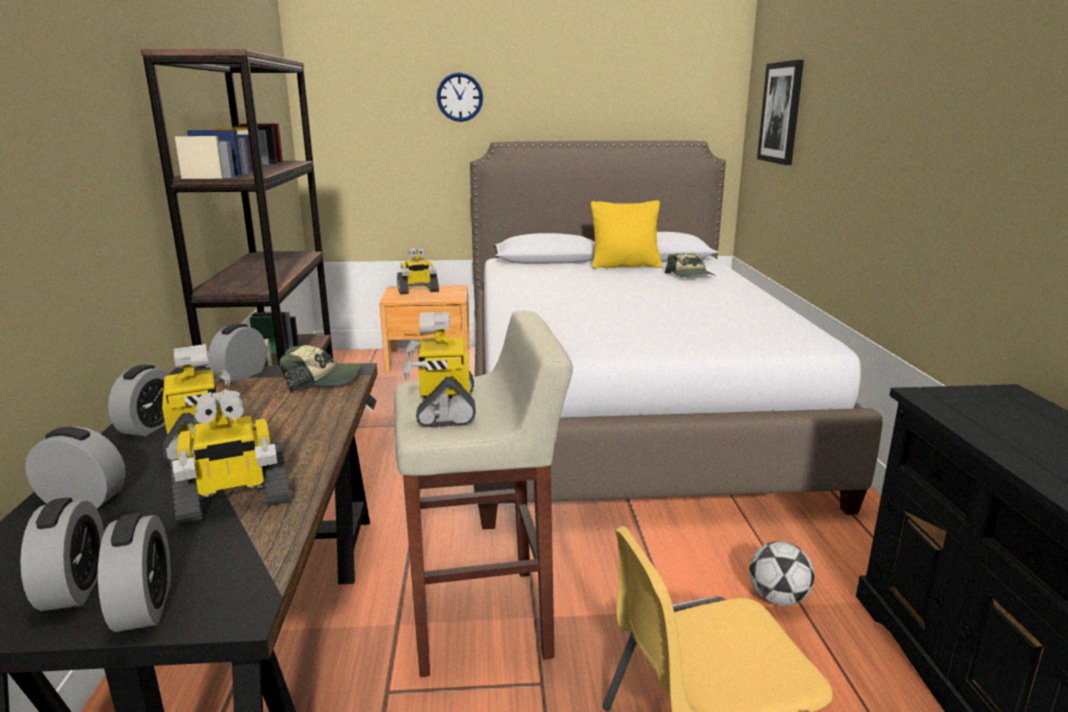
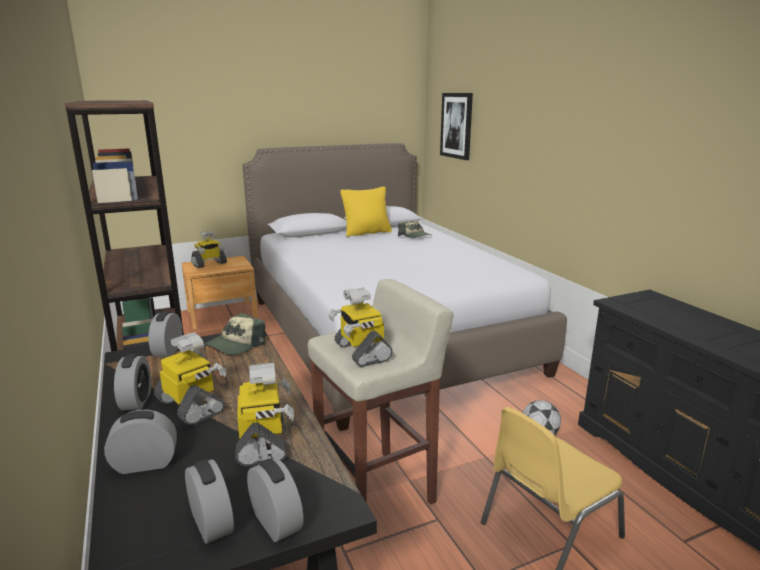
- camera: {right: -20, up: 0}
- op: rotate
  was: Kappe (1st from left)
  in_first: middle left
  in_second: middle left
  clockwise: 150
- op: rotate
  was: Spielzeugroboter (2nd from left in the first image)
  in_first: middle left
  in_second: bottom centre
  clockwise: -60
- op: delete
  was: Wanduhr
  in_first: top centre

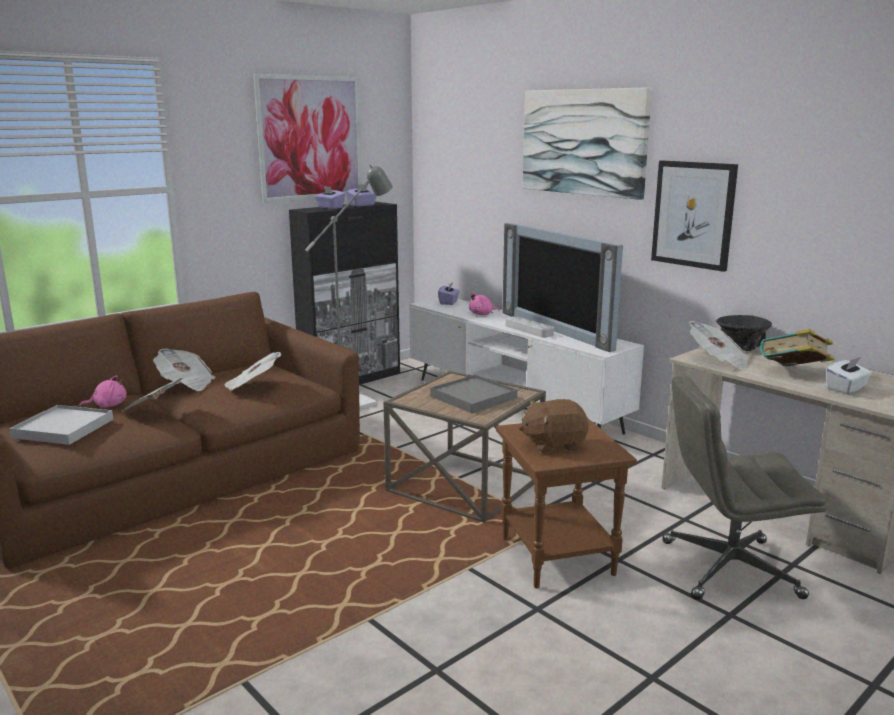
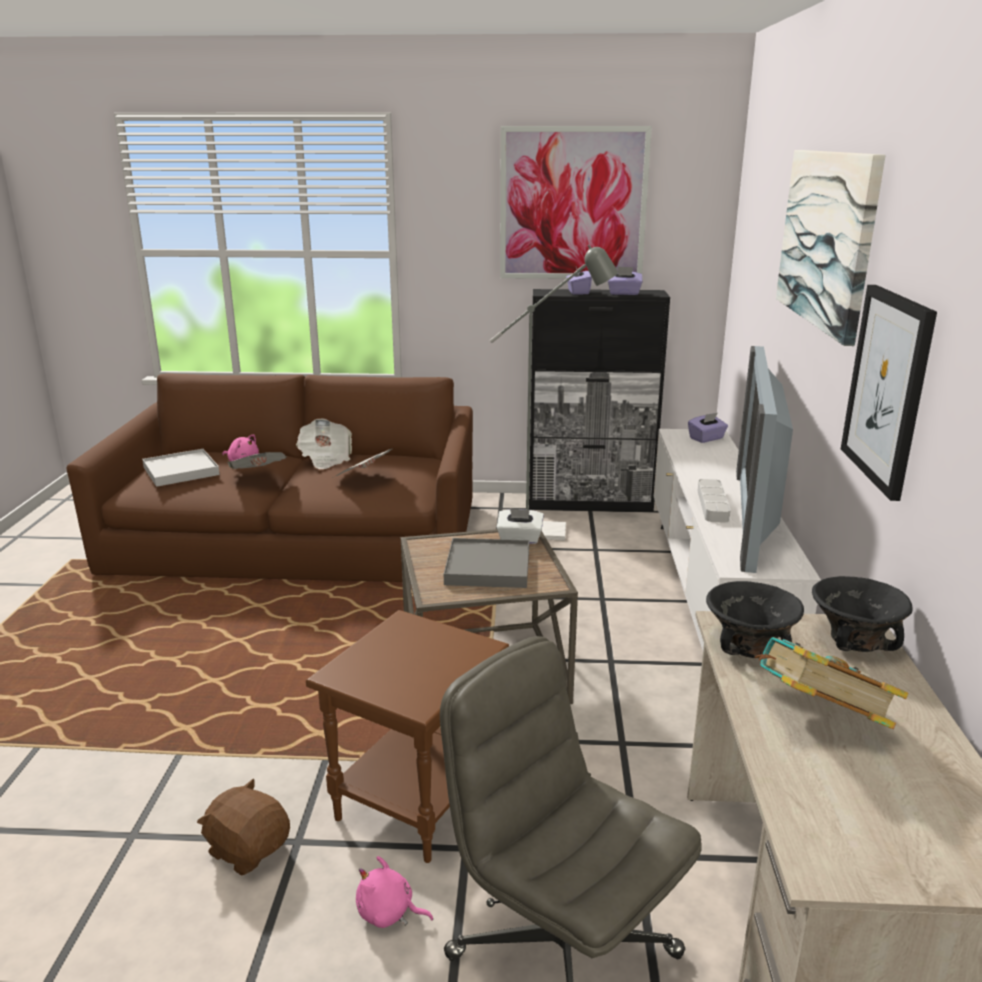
- camera: {right: 45, up: 5}
- op: move
  was: Plüschtier (braun)
  in_first: centre
  in_second: bottom left
- op: move
  was: Plüschtier (rosa) (2nd from left)
  in_first: centre
  in_second: bottom centre
- op: move
  was: Taschentuchbox (weiß)
  in_first: middle right
  in_second: centre
- op: replace
  was: Zeitung (4th from left)
  now: Schüssel (schwarz) (1st from left)
  in_first: middle right
  in_second: middle right

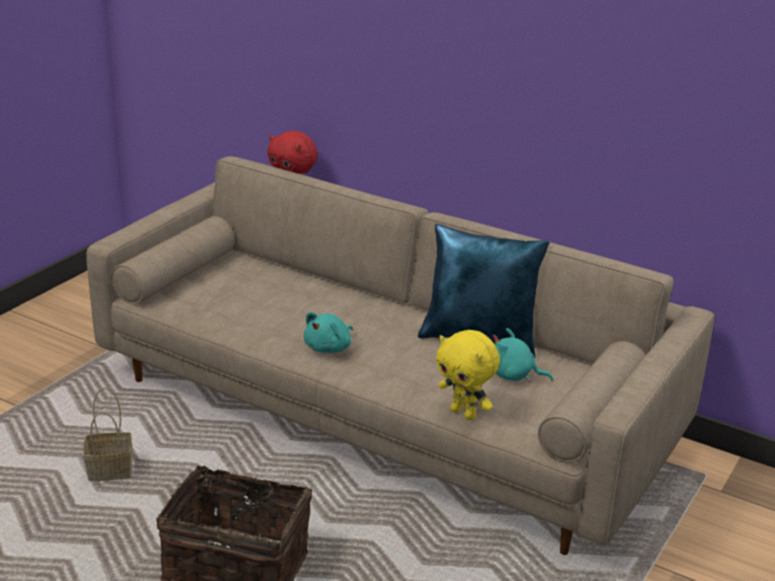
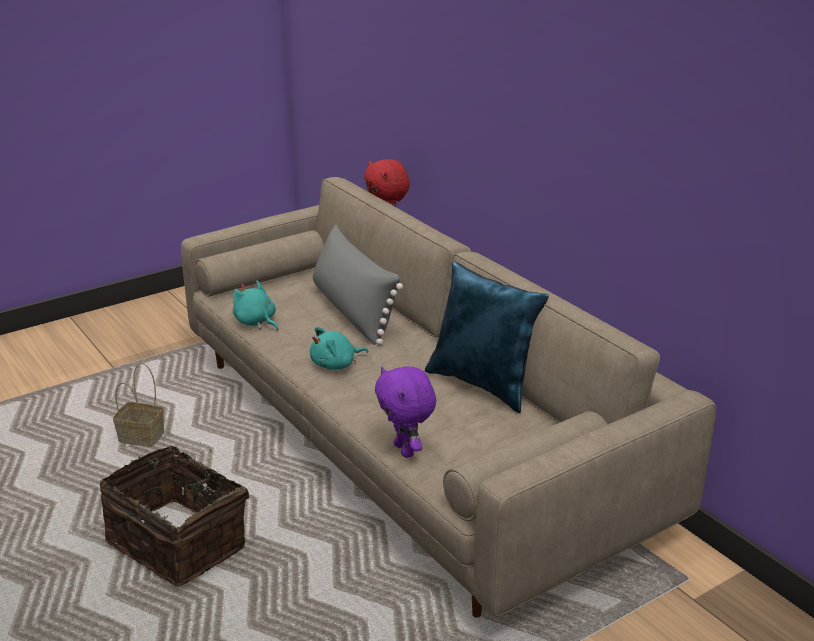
- camera: {right: 25, up: 0}
- op: move
  was: Plüschtier (türkis) (2nd from left in the first image)
  now: Plüschtier (türkis) (1st from left)
  in_first: middle right
  in_second: middle left
- op: insert
  now: Kissen (grau)
  in_second: centre
- op: recolor
  was: Plüschtier (gelb)
  now: Plüschtier (lila)
  in_first: centre
  in_second: centre

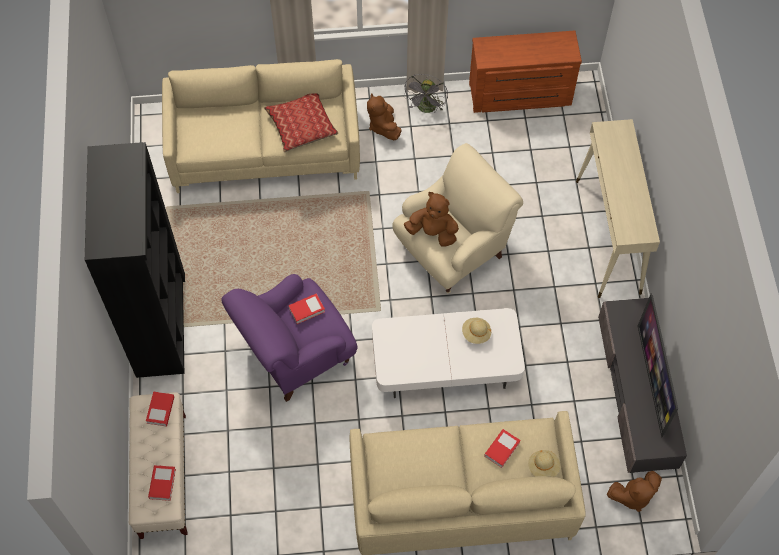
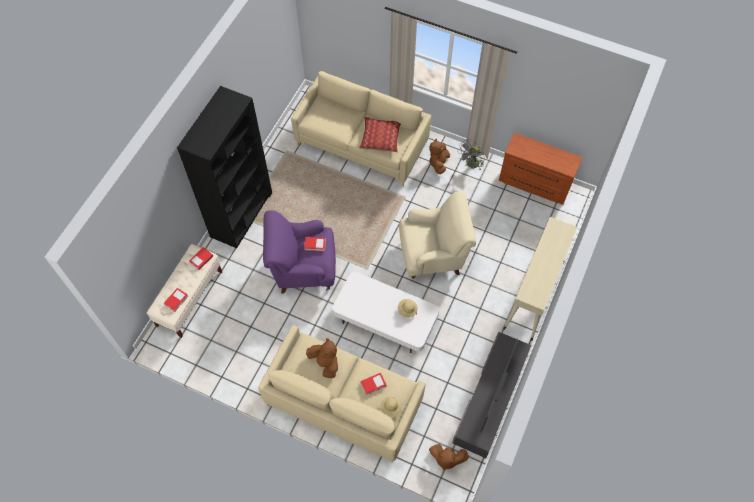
- camera: {right: 30, up: 0}
- op: move
  was: Plüschtier (braun) (2nd from left in the first image)
  now: Plüschtier (braun) (1st from left)
  in_first: centre
  in_second: bottom centre

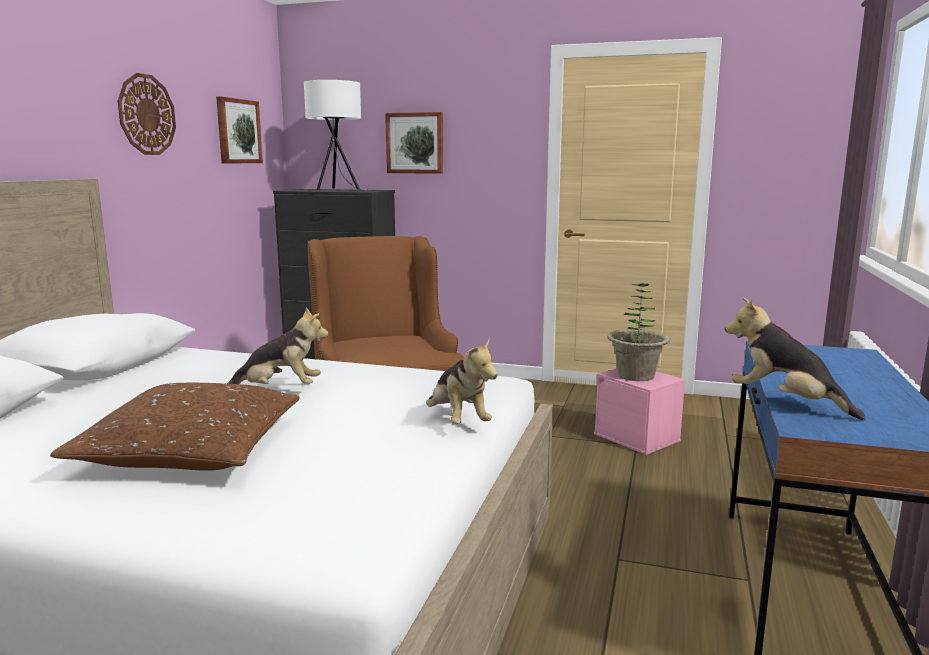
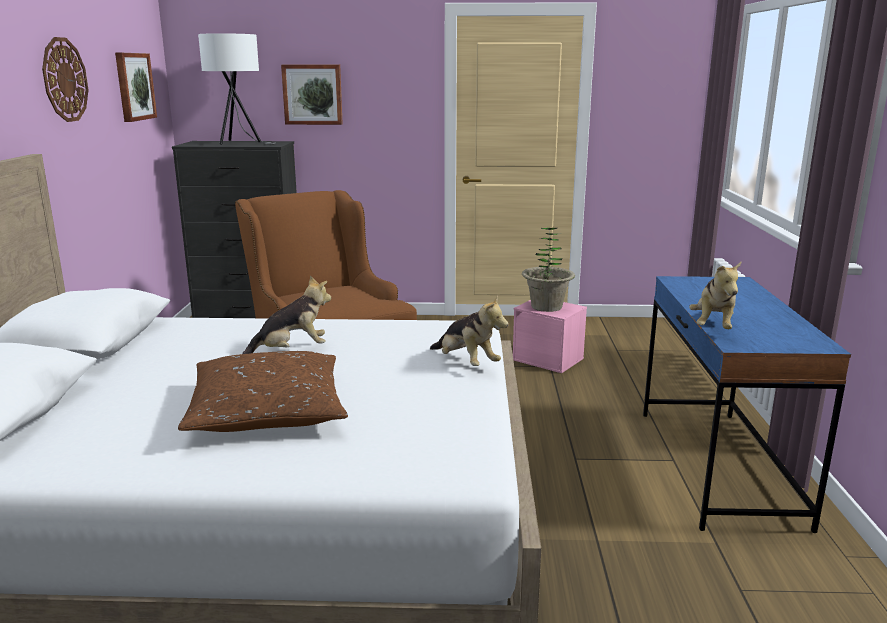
- camera: {right: -15, up: 5}
- op: rotate
  was: Plüschtier (3rd from left)
  in_first: middle right
  in_second: middle right
  clockwise: -105

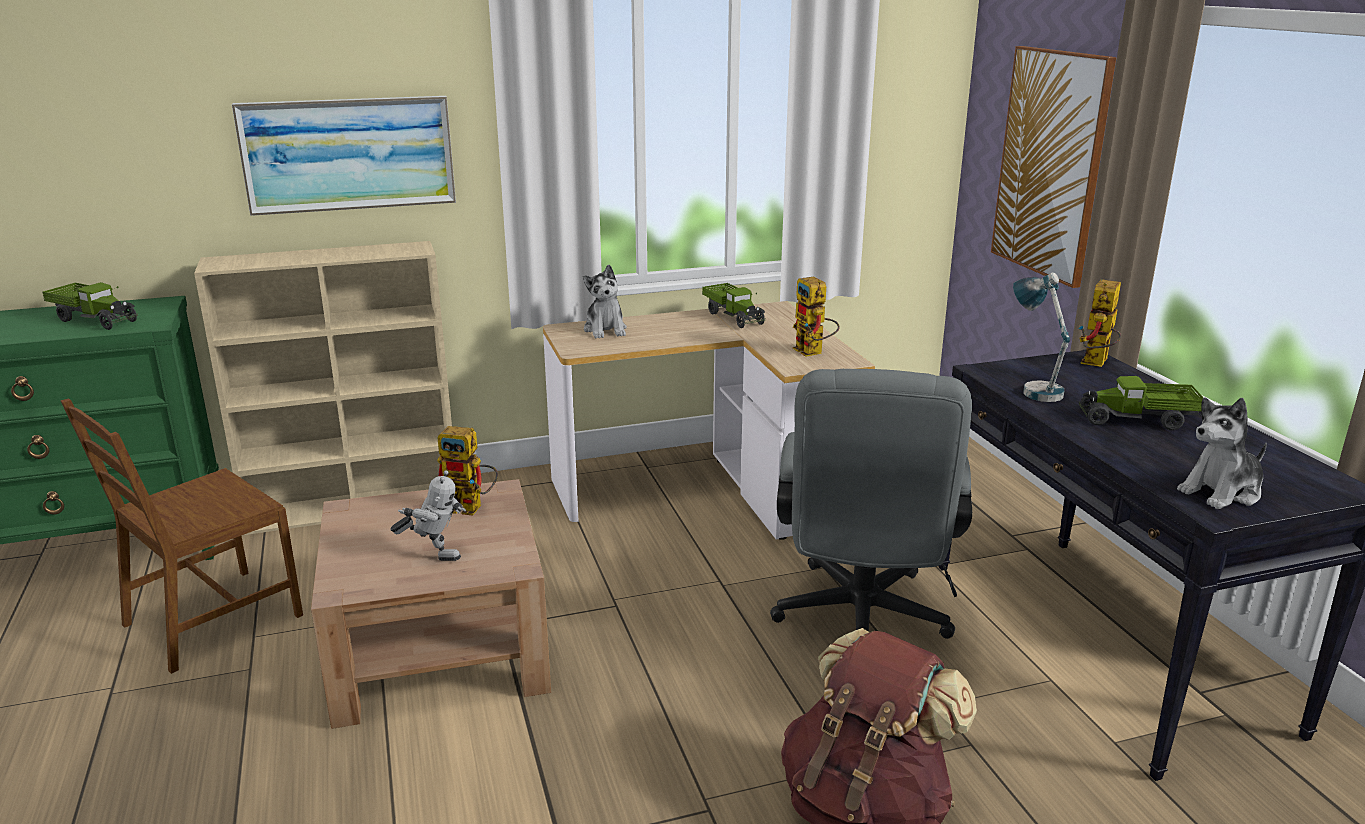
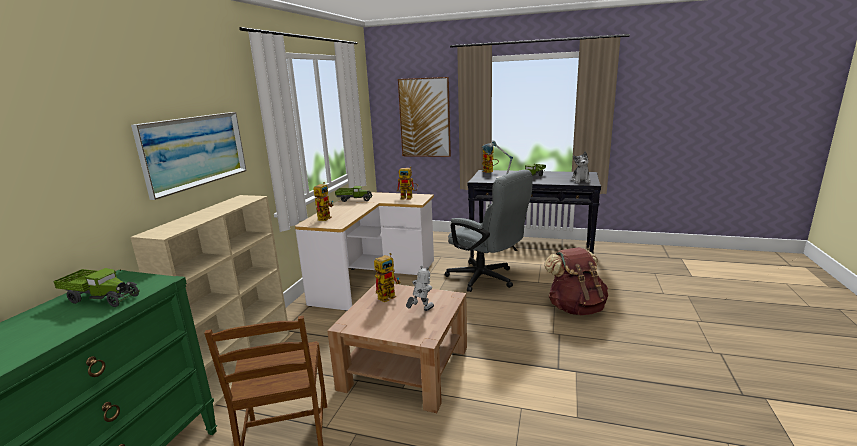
- camera: {right: -55, up: -5}
- op: rotate
  was: Spielzeuglaster (1st from left)
  in_first: middle left
  in_second: middle left
  clockwise: 45
- op: replace
  was: Plüschtier (1st from left)
  now: Spielzeugroboter (1st from left)
  in_first: centre
  in_second: centre

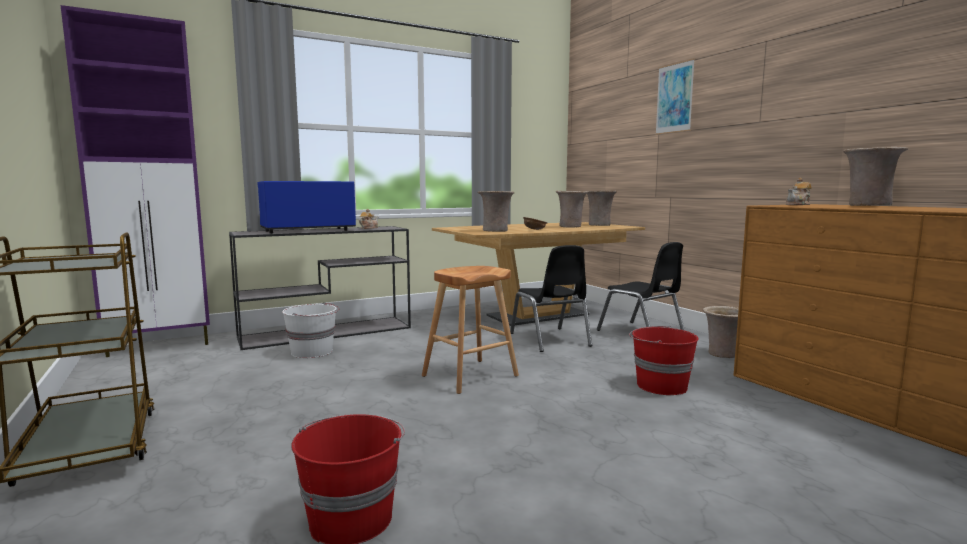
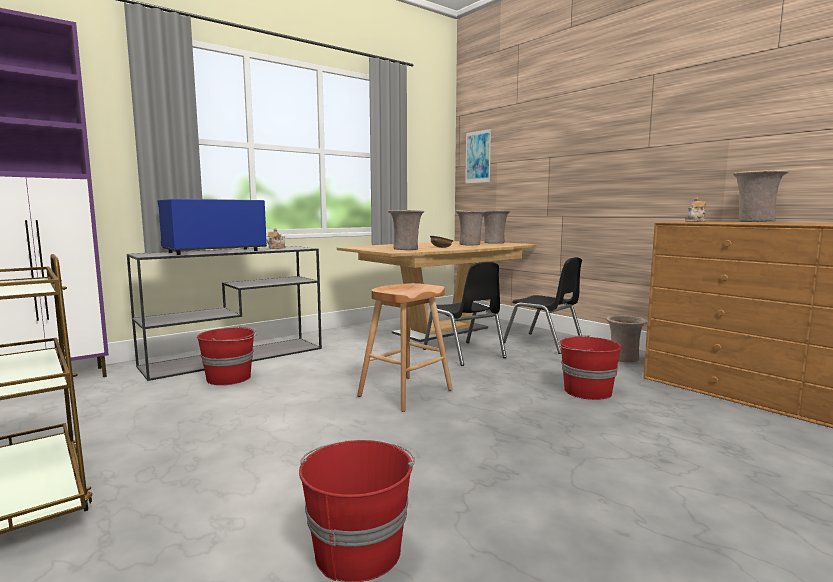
- camera: {right: -10, up: 0}
- op: recolor
  was: Eimer (weiß)
  now: Eimer (rot) (1st from left)
  in_first: middle left
  in_second: middle left
- op: move
  was: Bild
  in_first: top right
  in_second: top centre

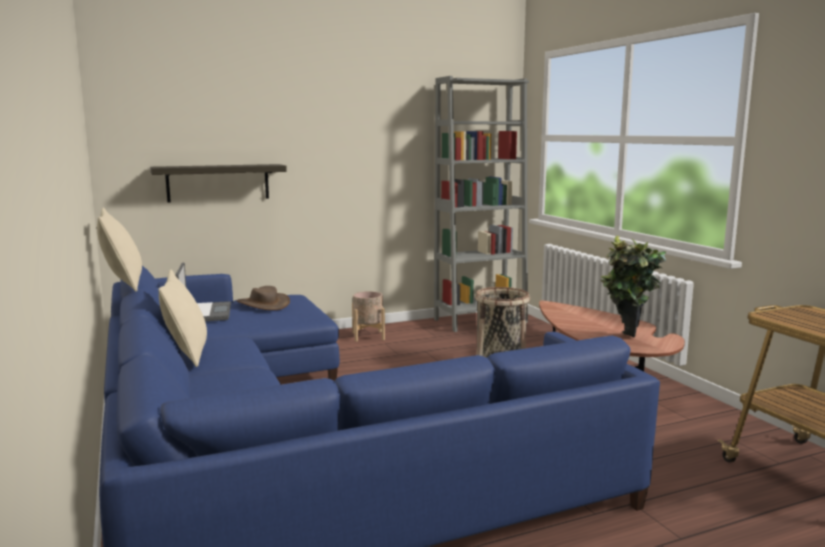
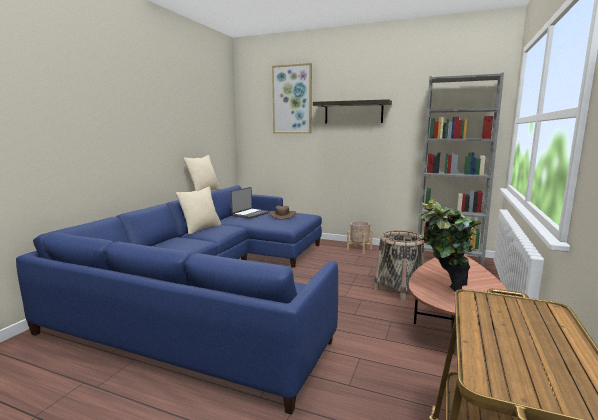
- camera: {right: 45, up: 0}
- op: insert
  now: Bild
  in_second: top centre
- op: move
  was: Wandregal
  in_first: middle left
  in_second: top centre

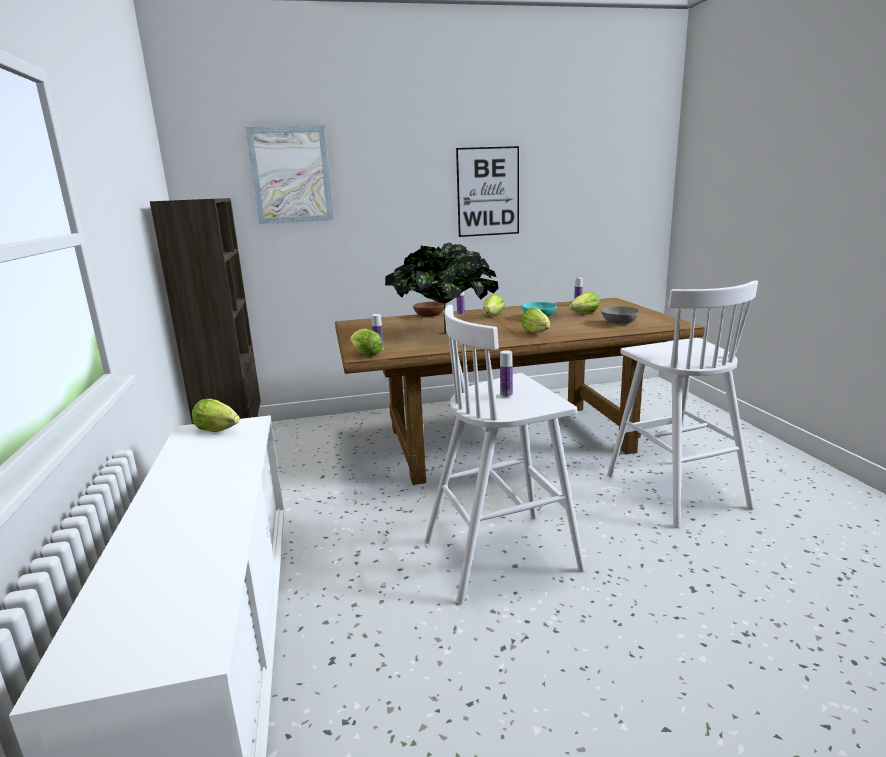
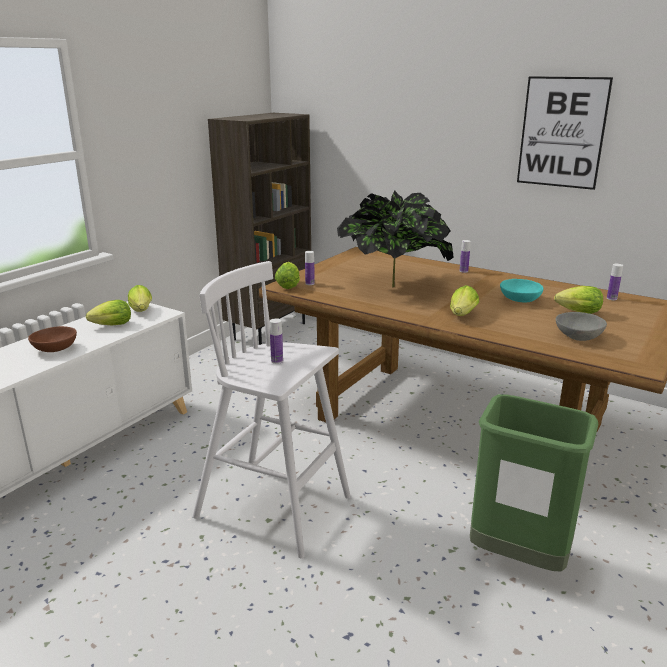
- camera: {right: 45, up: 5}
- op: move
  was: Schüssel (braun)
  in_first: centre
  in_second: middle left
- op: move
  was: Salatkopf (3rd from left in the first image)
  now: Salatkopf (1st from left)
  in_first: centre
  in_second: middle left
- op: replace
  was: Hocker (weiß) (2nd from left)
  now: Mülleimer (grün)
  in_first: middle right
  in_second: bottom right
- op: delete
  was: Bild (1st from left)
  in_first: top left

